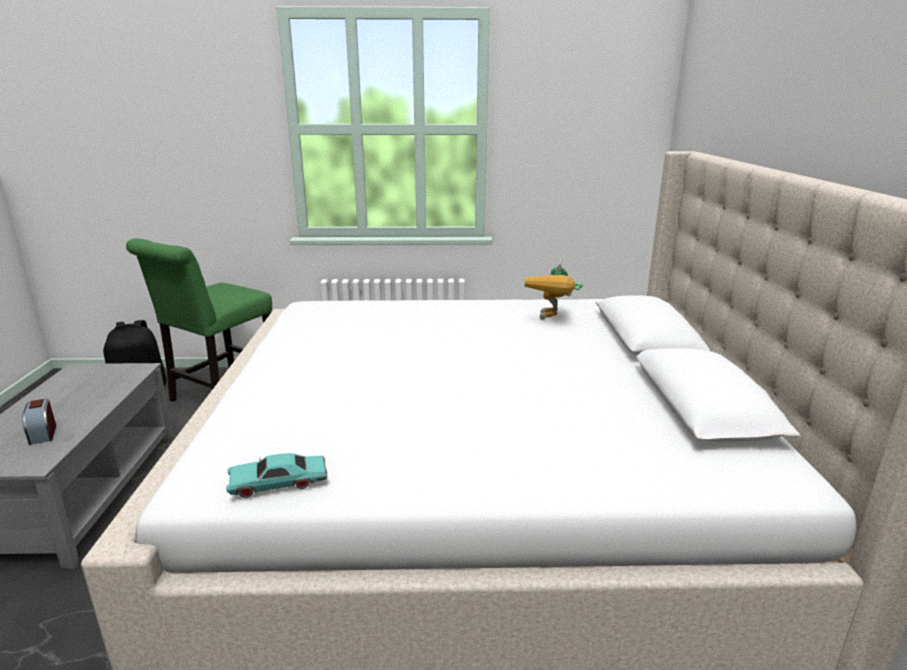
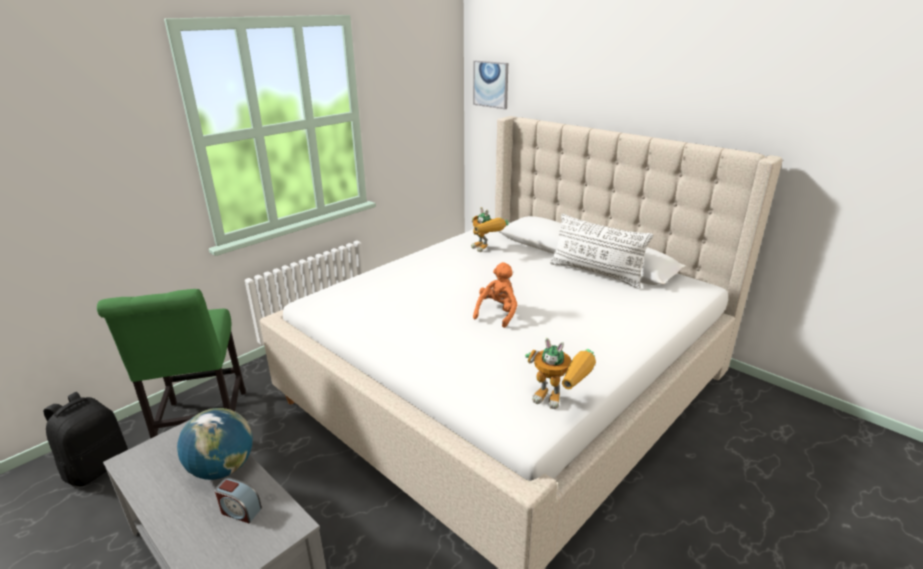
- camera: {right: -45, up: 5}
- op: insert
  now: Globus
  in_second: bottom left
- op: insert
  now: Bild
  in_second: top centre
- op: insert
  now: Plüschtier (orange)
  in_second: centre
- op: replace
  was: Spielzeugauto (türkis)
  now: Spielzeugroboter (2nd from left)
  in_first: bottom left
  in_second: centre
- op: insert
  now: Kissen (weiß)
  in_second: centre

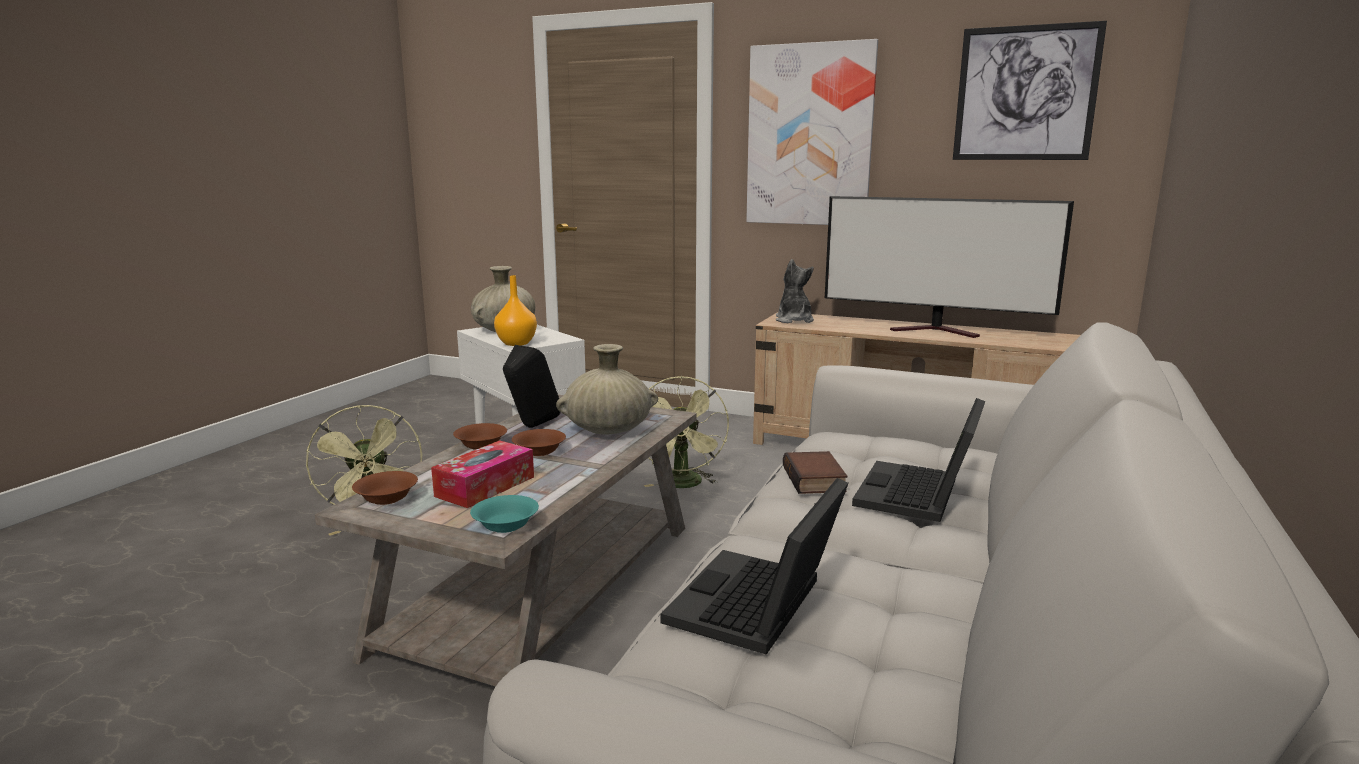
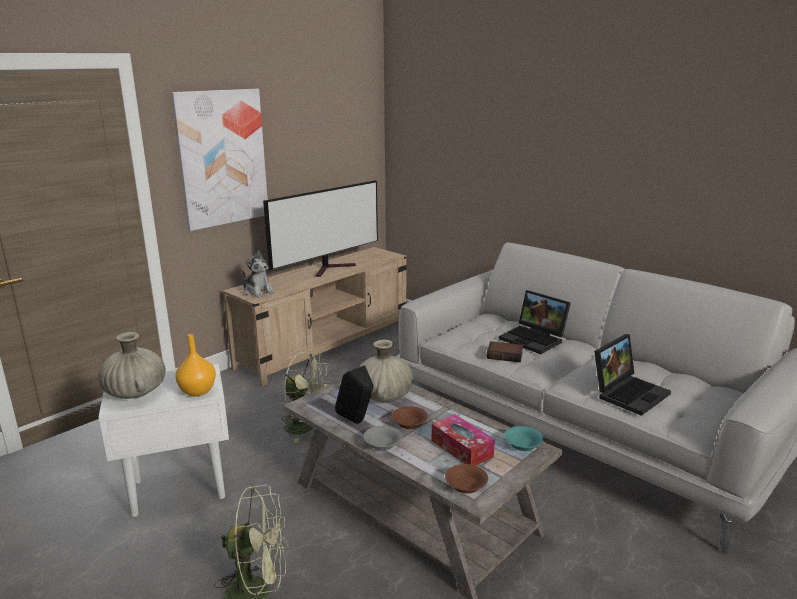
- camera: {right: -70, up: 5}
- op: rotate
  was: Plüschtier
  in_first: centre
  in_second: middle left
  clockwise: -150
- op: recolor
  was: Schüssel (braun) (2nd from left)
  now: Schüssel (grau)
  in_first: centre
  in_second: bottom centre
- op: rotate
  was: Laptop (1st from left in the first image)
  in_first: bottom centre
  in_second: middle right
  clockwise: -90
- op: delete
  was: Bild (2nd from left)
  in_first: top right

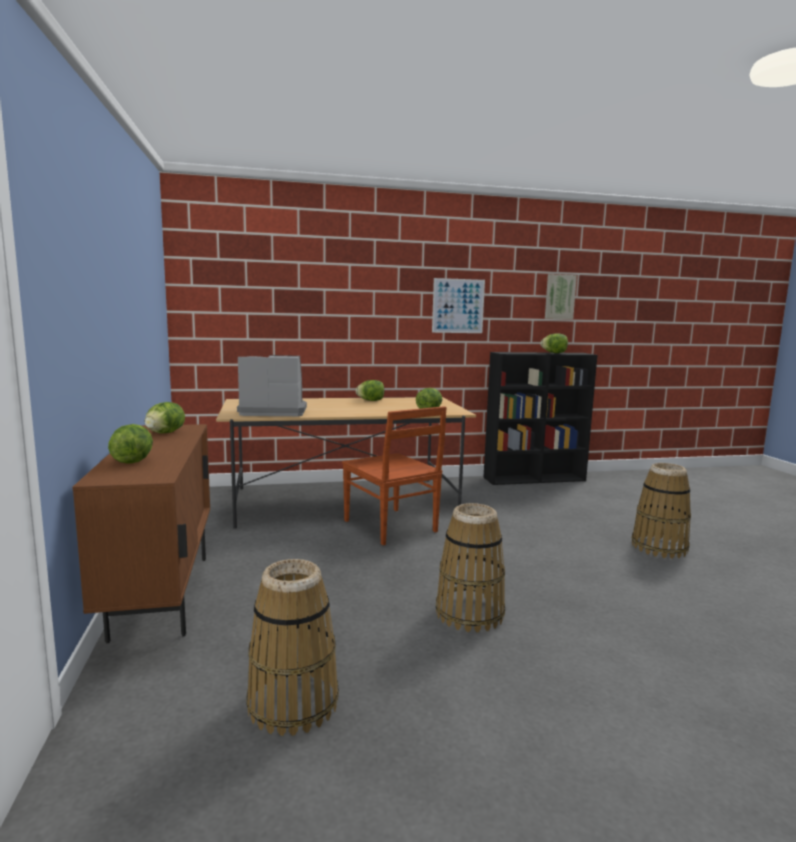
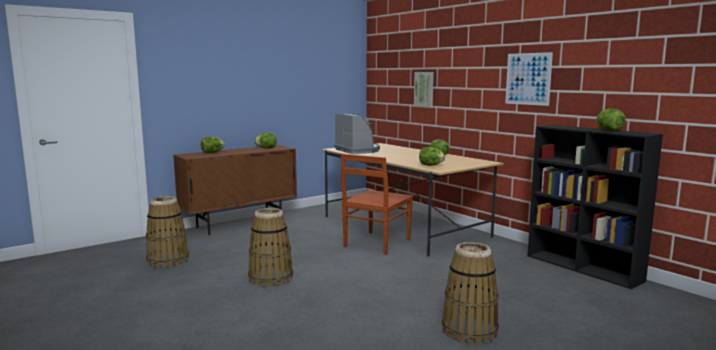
- camera: {right: 65, up: 0}
- op: move
  was: Bild (2nd from left in the first image)
  now: Bild (1st from left)
  in_first: middle right
  in_second: top centre

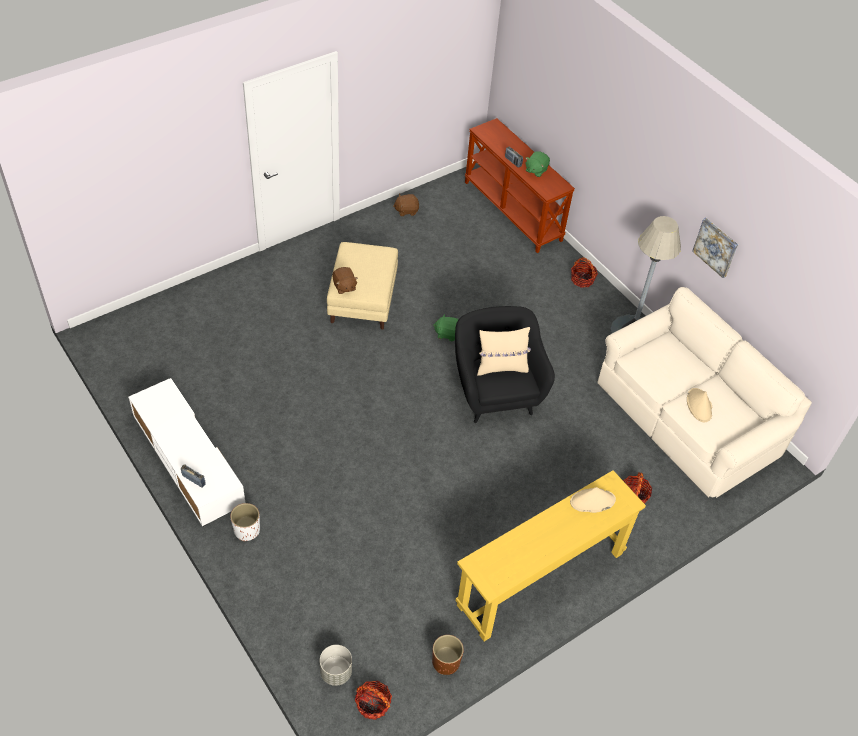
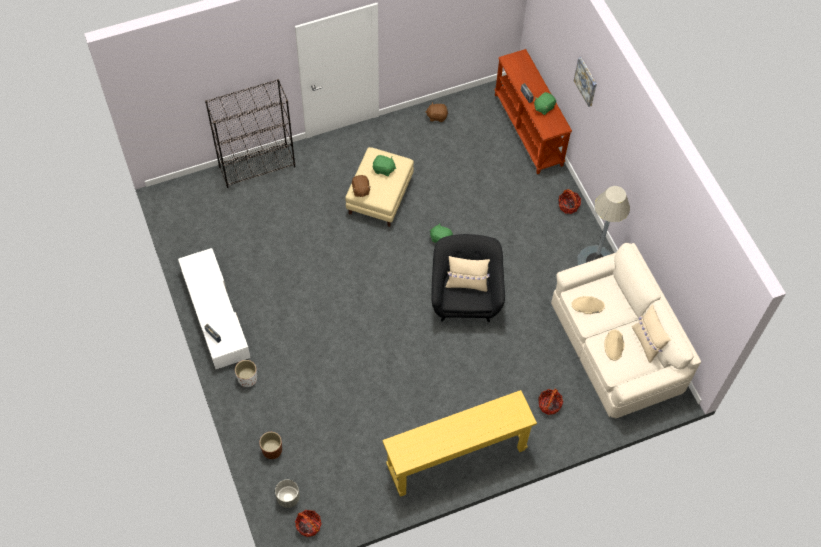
- camera: {right: 15, up: 10}
- op: insert
  now: Bücherregal (schwarz)
  in_second: top left
- op: move
  was: Pflanzkübel (braun)
  in_first: bottom centre
  in_second: bottom left
- op: insert
  now: Plüschtier (grün) (1st from left)
  in_second: top centre
- op: move
  was: Hut (beige) (1st from left)
  in_first: bottom right
  in_second: middle right
- op: move
  was: Bild
  in_first: middle right
  in_second: top right
- op: insert
  now: Kissen (beige) (2nd from left)
  in_second: middle right

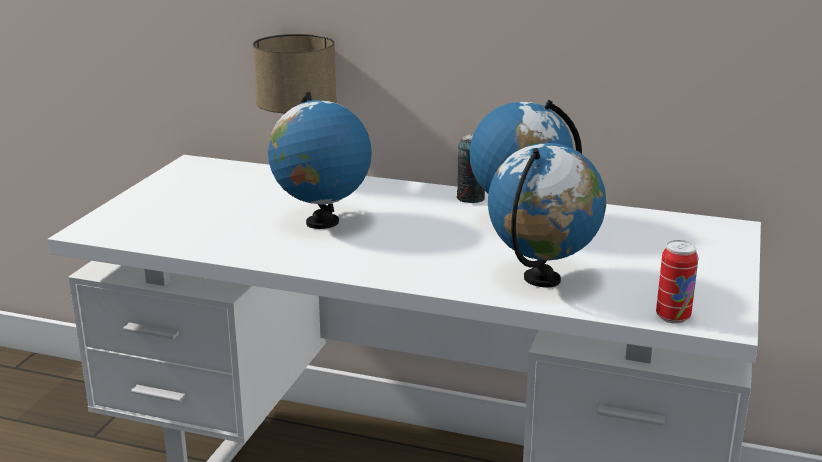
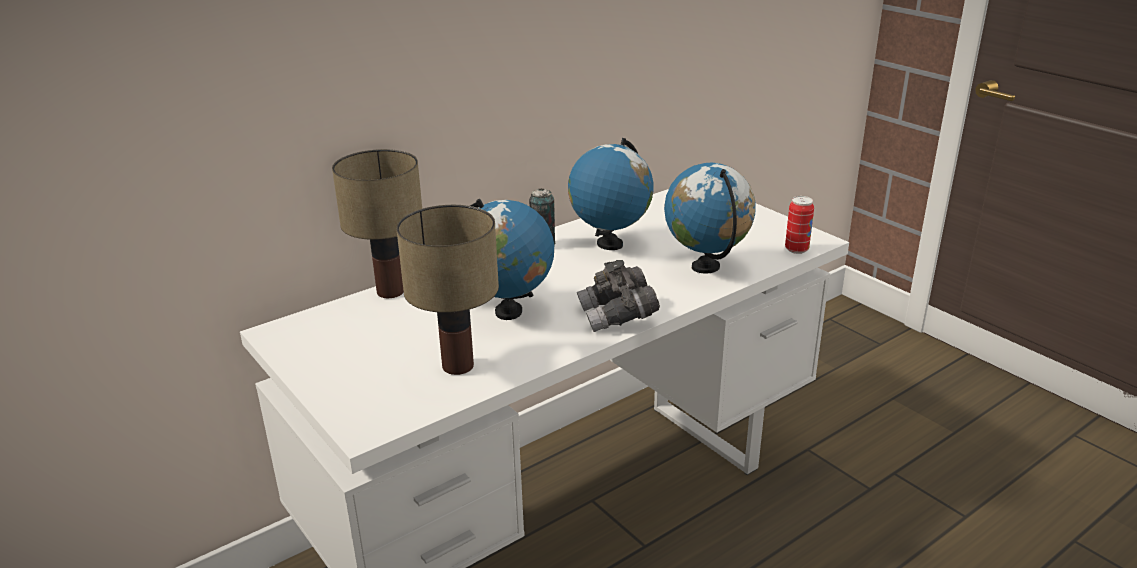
- camera: {right: -55, up: 5}
- op: insert
  now: Tischlampe (2nd from left)
  in_second: centre
- op: insert
  now: Fernglas (grau)
  in_second: centre

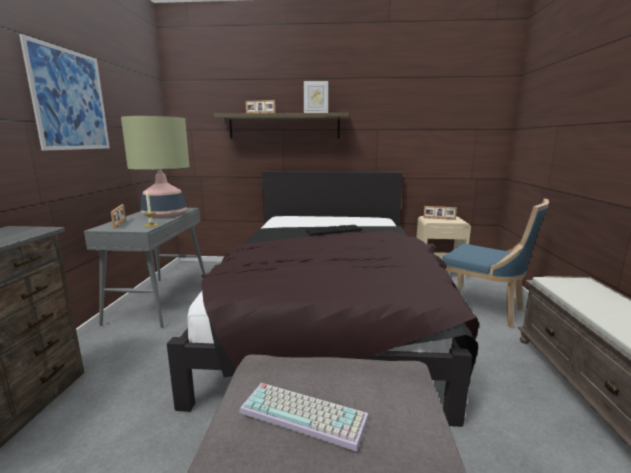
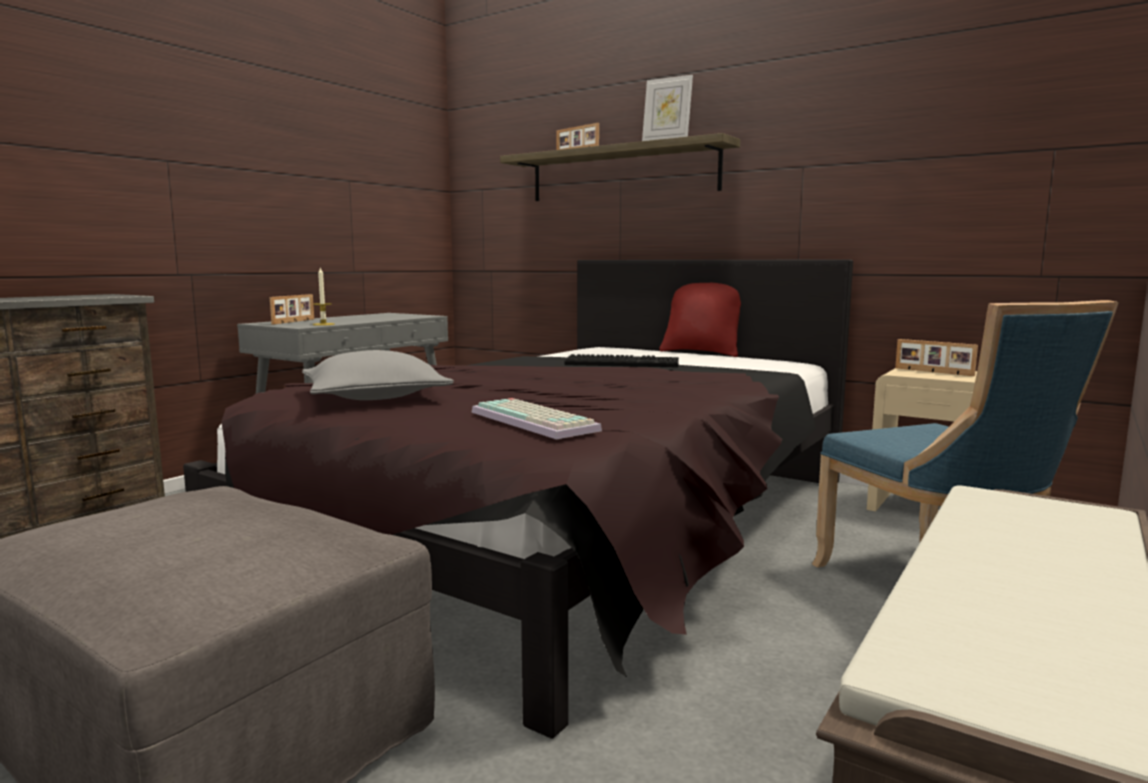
- camera: {right: 30, up: -5}
- op: insert
  now: Kissen (grau)
  in_second: middle left
- op: move
  was: Tastatur (1st from left)
  in_first: bottom centre
  in_second: centre
- op: insert
  now: Kissen (rot)
  in_second: centre
- op: delete
  was: Bild
  in_first: top left
- op: delete
  was: Tischlampe
  in_first: middle left

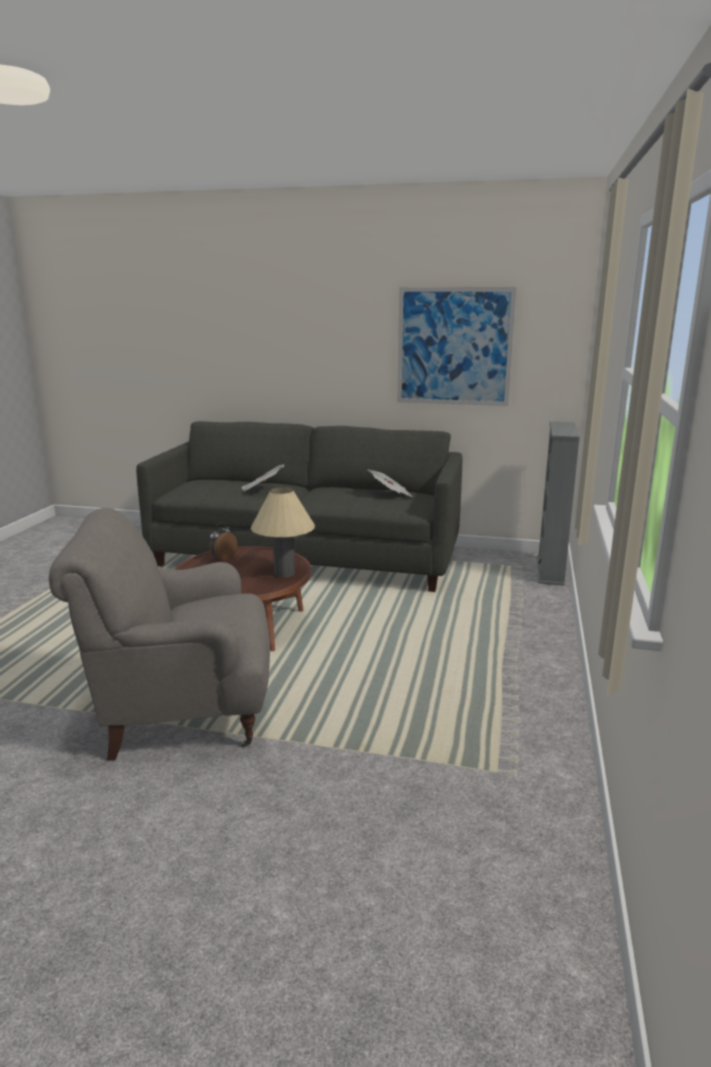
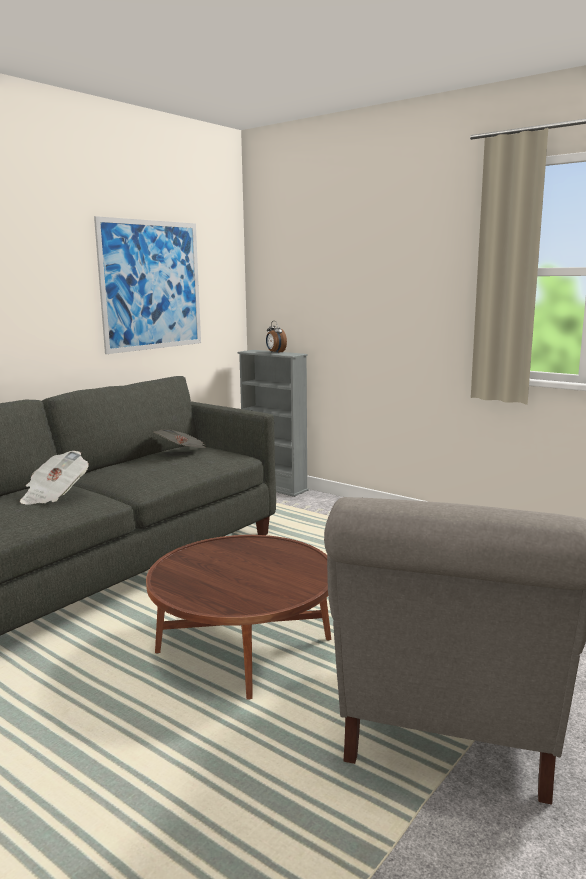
- camera: {right: -65, up: -5}
- op: move
  was: Wecker
  in_first: middle left
  in_second: centre
- op: delete
  was: Tischlampe (beige)
  in_first: centre

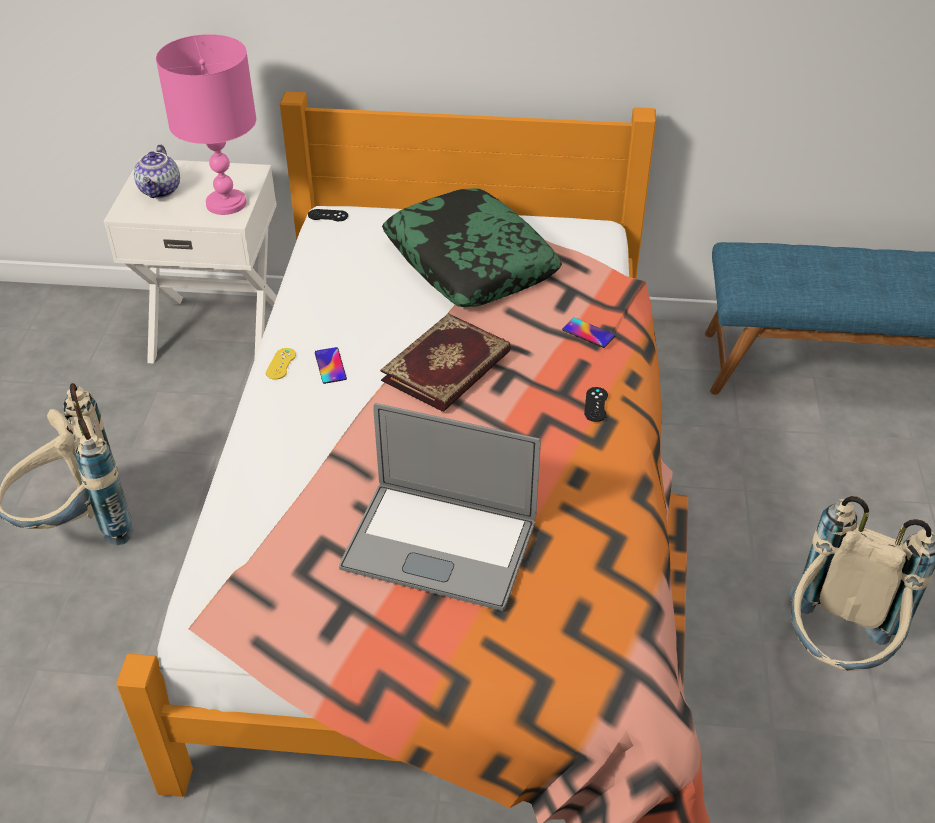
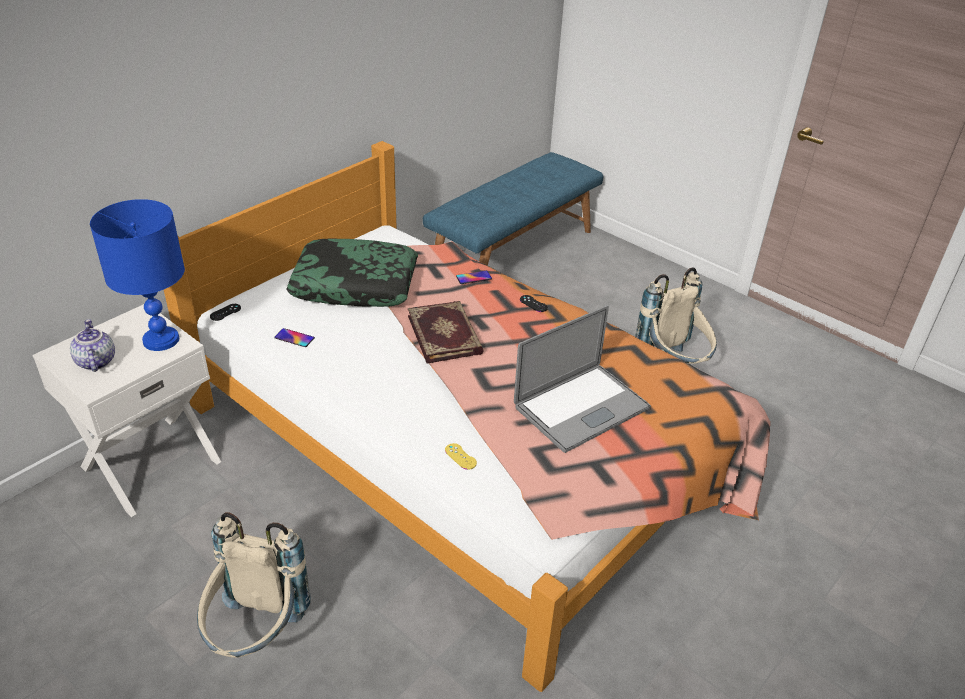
- camera: {right: -55, up: -5}
- op: rotate
  was: Teekanne
  in_first: top left
  in_second: middle left
  clockwise: -150
- op: recolor
  was: Tischlampe (rosa)
  now: Tischlampe (blau)
  in_first: top left
  in_second: middle left
- op: move
  was: Handy (1st from left)
  in_first: centre
  in_second: middle left
- op: move
  was: Gamepad (gelb)
  in_first: middle left
  in_second: centre

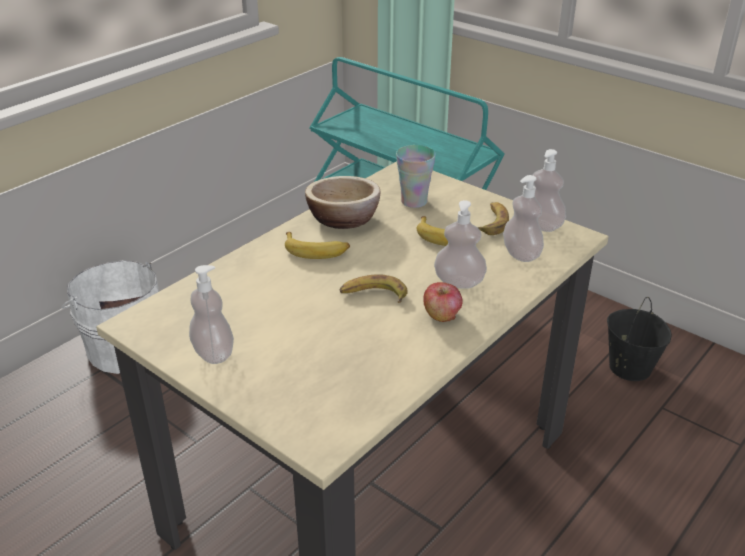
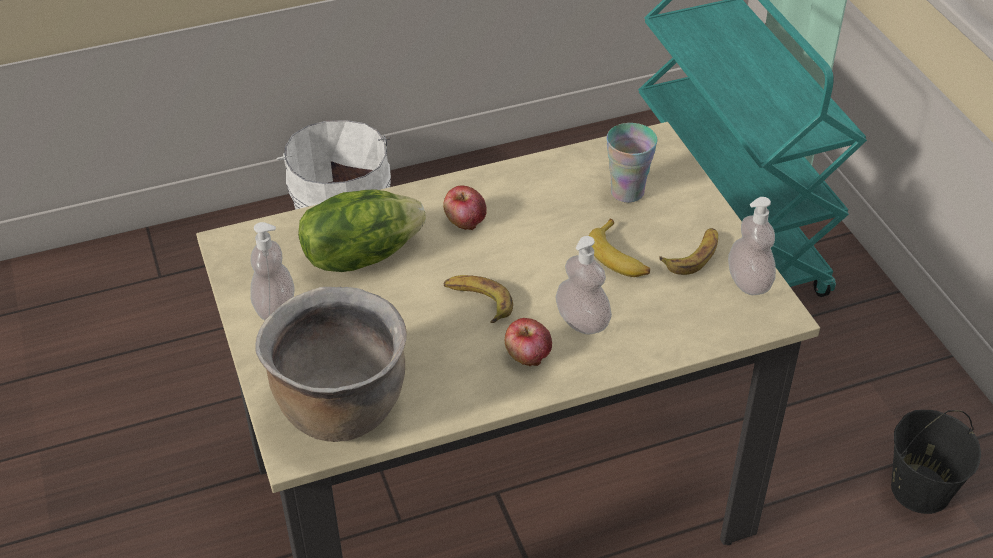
- camera: {right: 30, up: 10}
- op: insert
  now: Kochtopf (braun)
  in_second: centre
- op: insert
  now: Salatkopf
  in_second: centre
- op: replace
  was: Banane (1st from left)
  now: Apfel (1st from left)
  in_first: centre
  in_second: centre
- op: delete
  was: Schüssel
  in_first: centre
- op: delete
  was: Seifenspender (3rd from left)
  in_first: middle right

